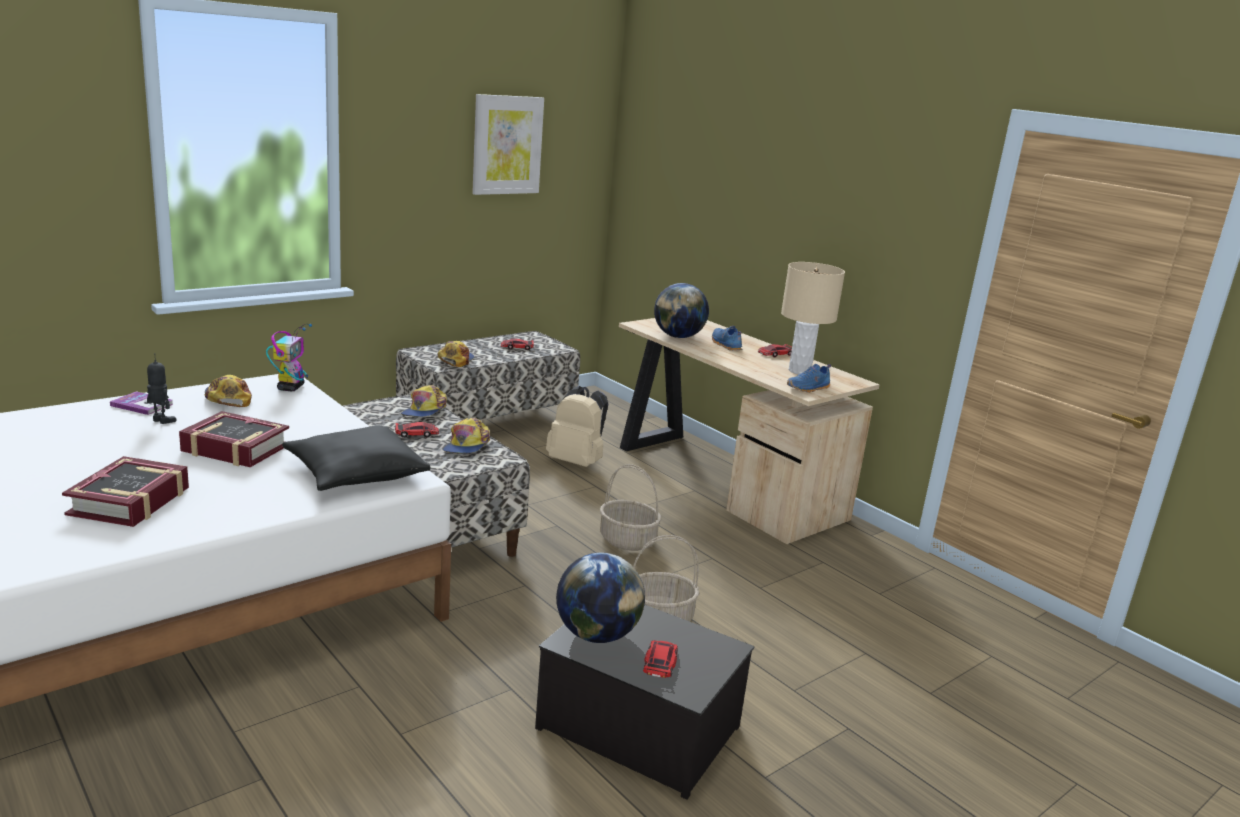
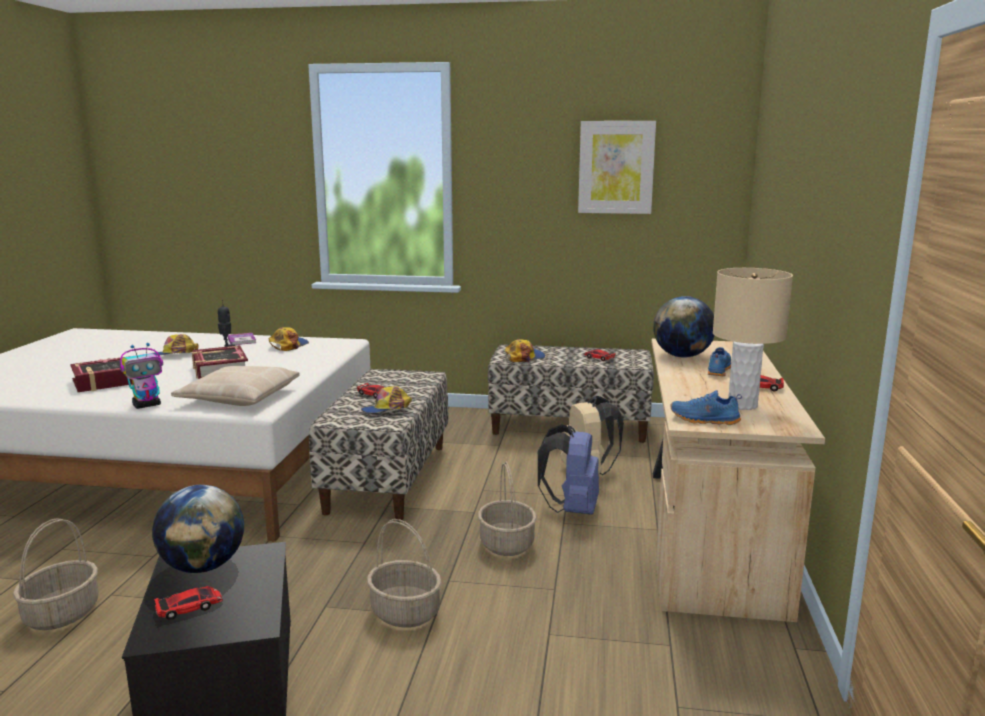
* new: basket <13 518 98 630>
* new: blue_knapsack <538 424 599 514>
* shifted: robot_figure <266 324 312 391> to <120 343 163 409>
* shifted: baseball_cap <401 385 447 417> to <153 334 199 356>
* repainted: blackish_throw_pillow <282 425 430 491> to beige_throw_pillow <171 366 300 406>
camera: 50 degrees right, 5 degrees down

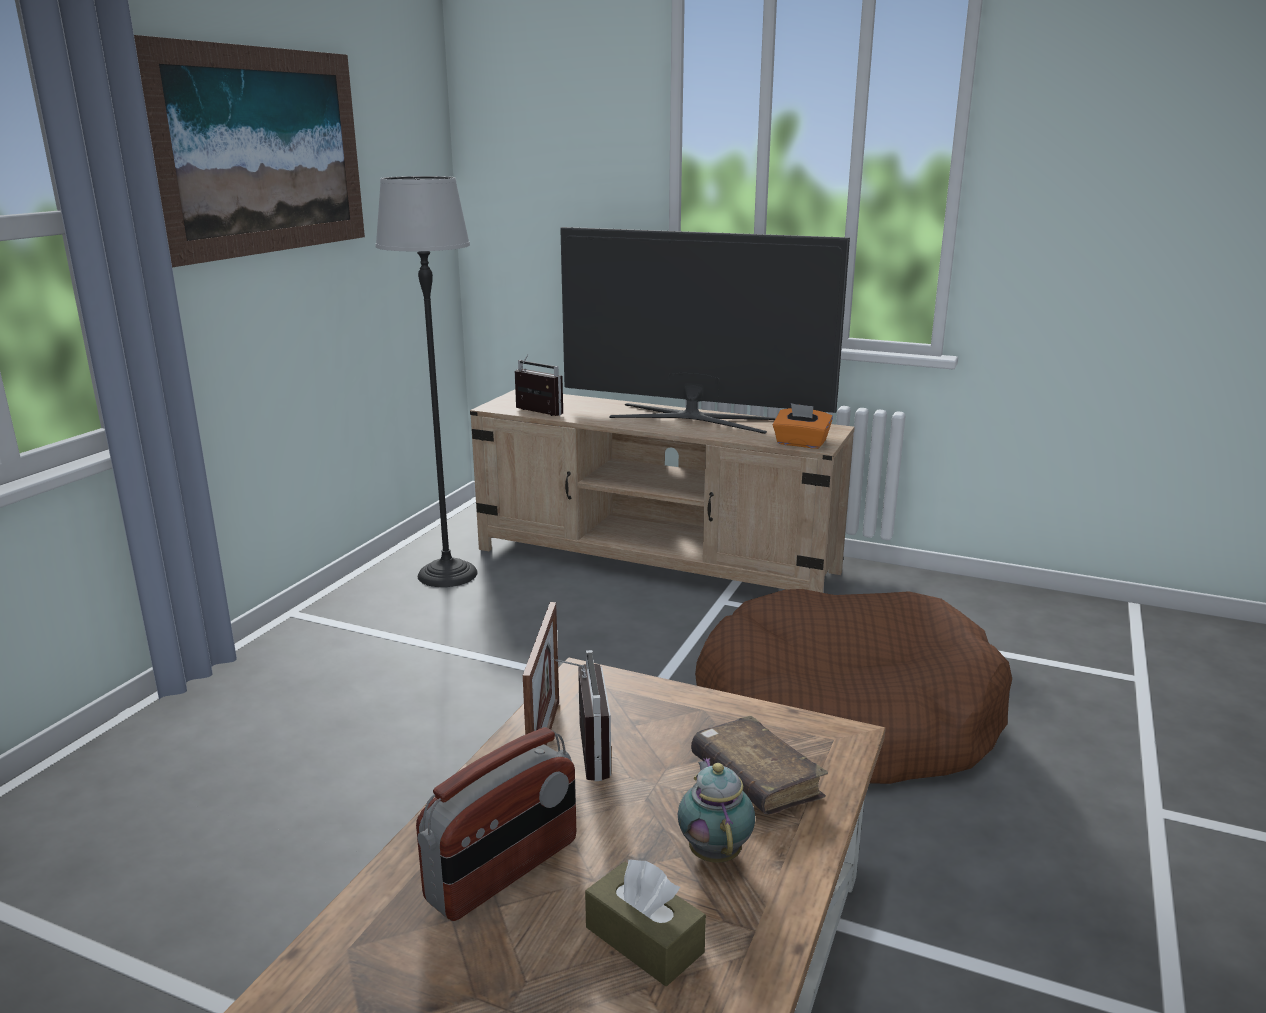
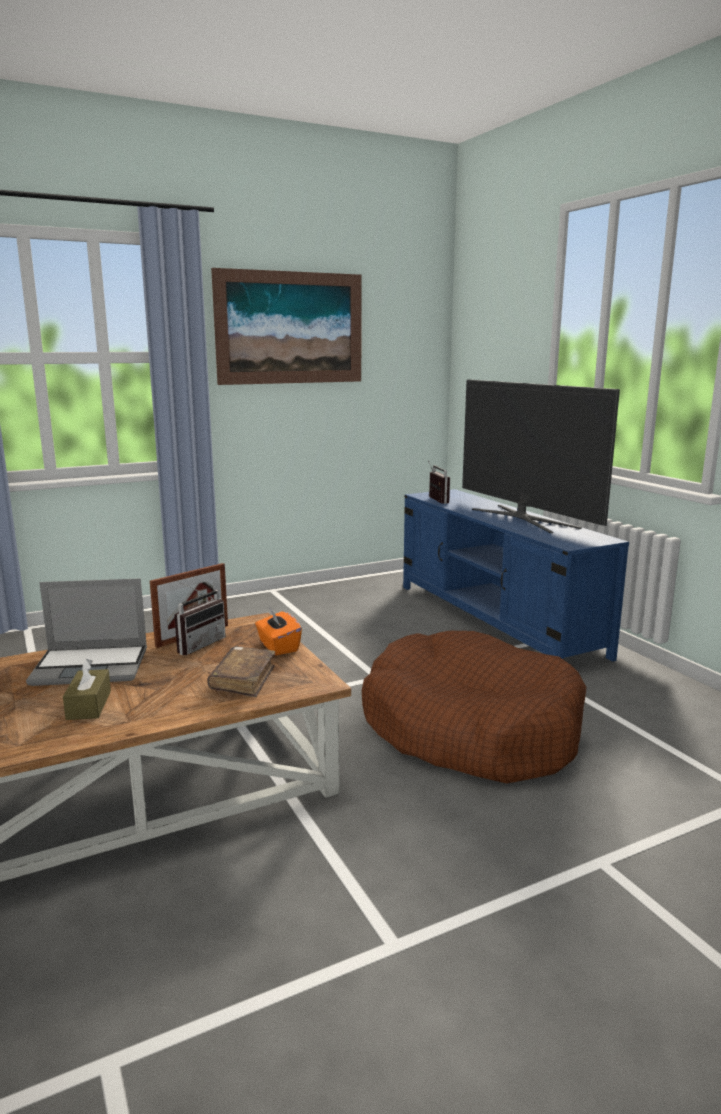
* gone: floor_lamp <376 176 478 587>
* gone: pot_for_tea <678 757 755 863>
* shifted: orange_tissue_holder <773 403 833 449> to <255 607 302 655>
* swapped: radio_receiver <416 727 576 921> to laptop <26 578 147 686>
* repainted: beige_tv_unit <470 390 855 593> to blue_tv_unit <403 489 629 661>
camera: 40 degrees right, 5 degrees down

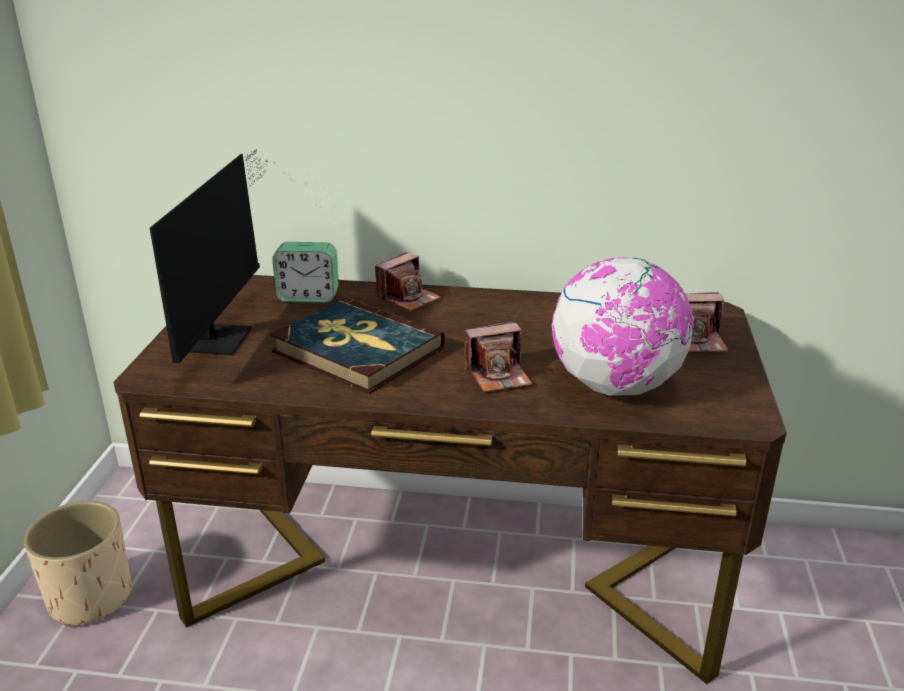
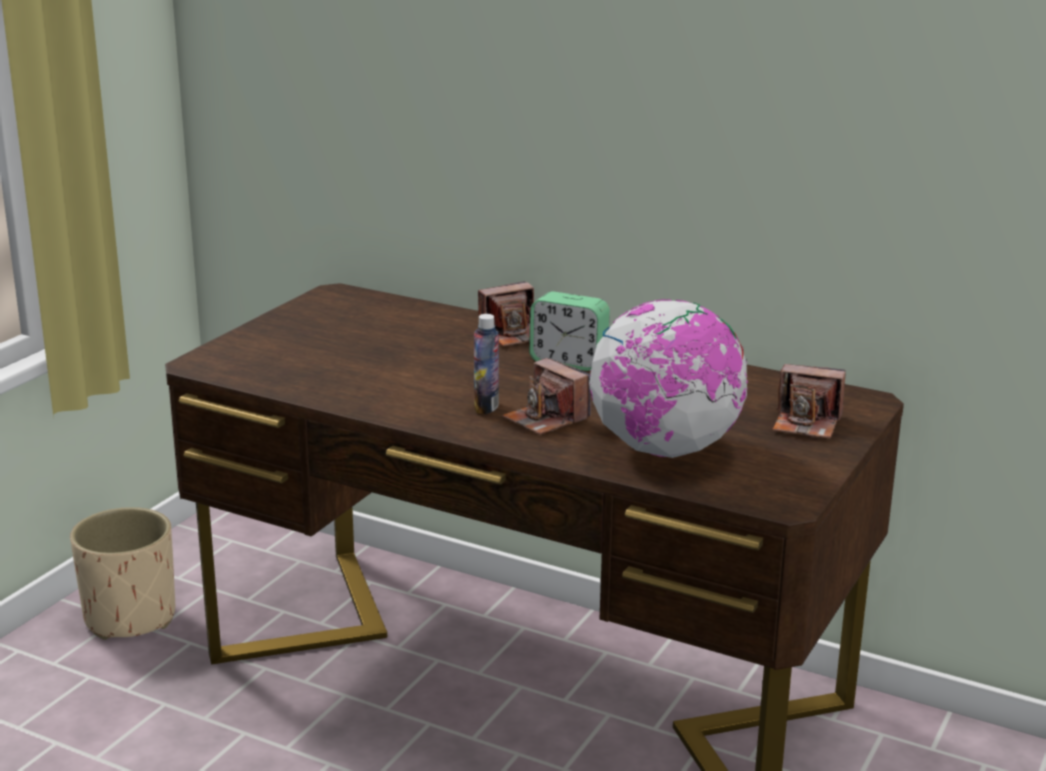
* gone: monitor <150 149 267 363>
* gone: book <270 297 445 394>
* new: bottle <474 314 499 414>
* shifted: alarm_clock <272 242 339 303> to <529 291 610 371>
* rotated: photo_camera <464 321 532 392> = <502 358 591 435> 45 degrees clockwise
camera: 20 degrees right, 5 degrees down

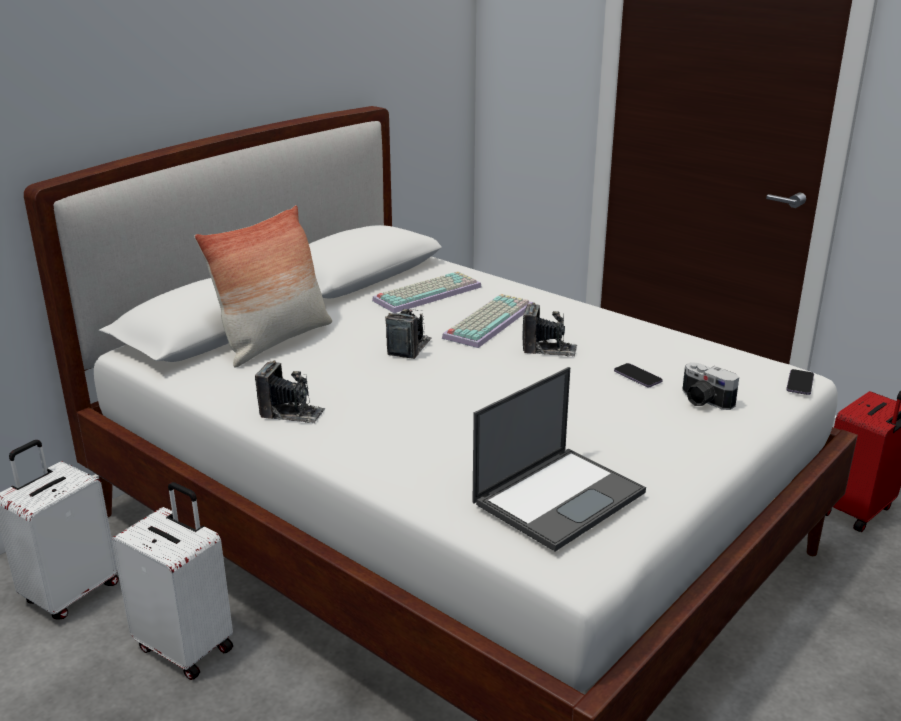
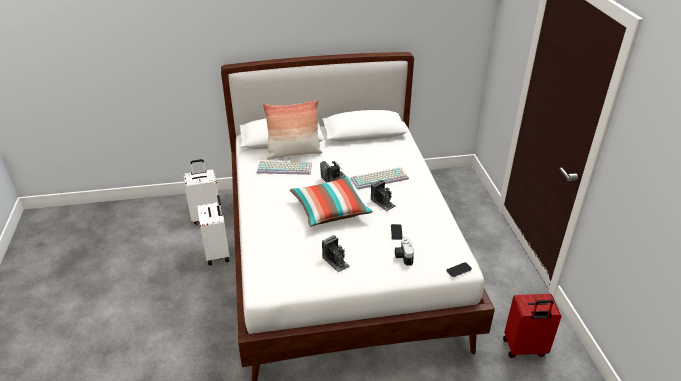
* gone: laptop <473 367 646 551>
* new: throw_pillow <290 176 373 227>
* shifted: photo_camera <255 360 325 424> to <322 235 350 273>
* shifted: PC_keyboard <372 271 482 313> to <257 161 312 175>
camera: 40 degrees right, 10 degrees up

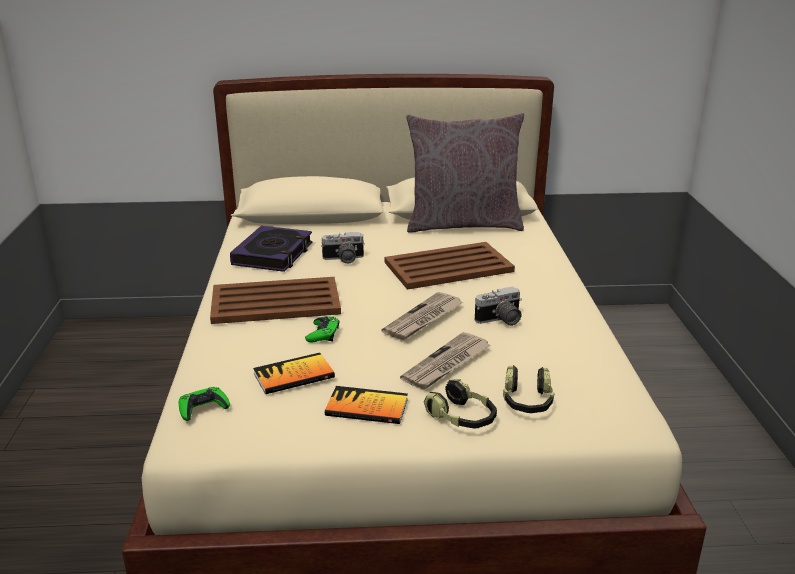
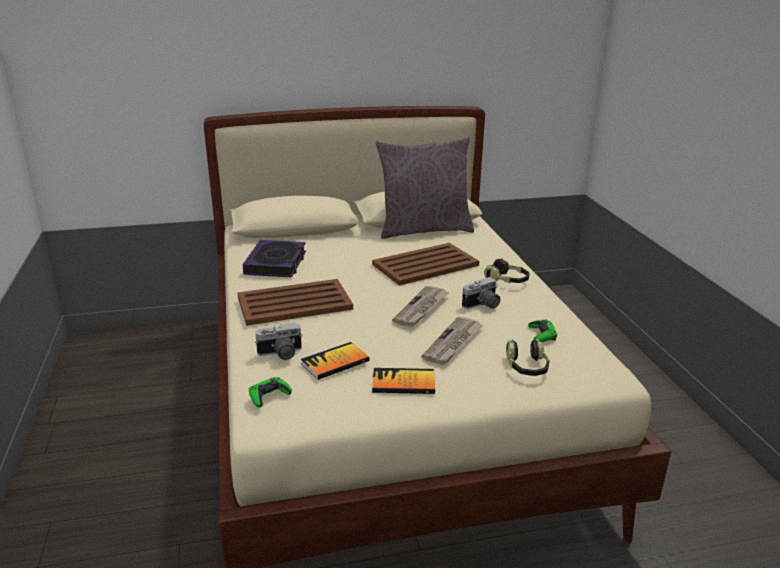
* shifted: green_gamepad <305 316 339 342> to <528 320 557 342>
* shifted: photo_camera <321 232 365 264> to <255 323 303 360>
* shifted: headset <423 379 497 428> to <484 258 530 283>
camera: 10 degrees left, 0 degrees up

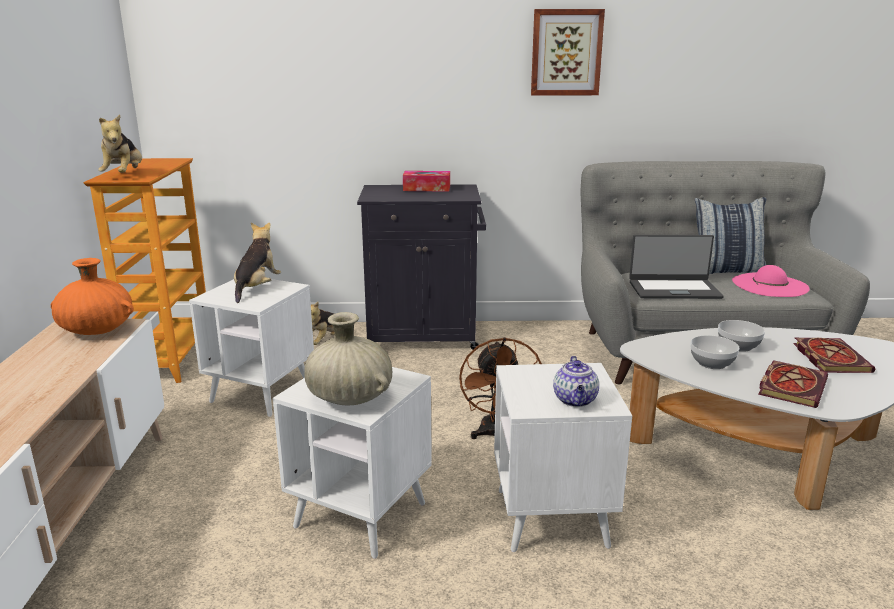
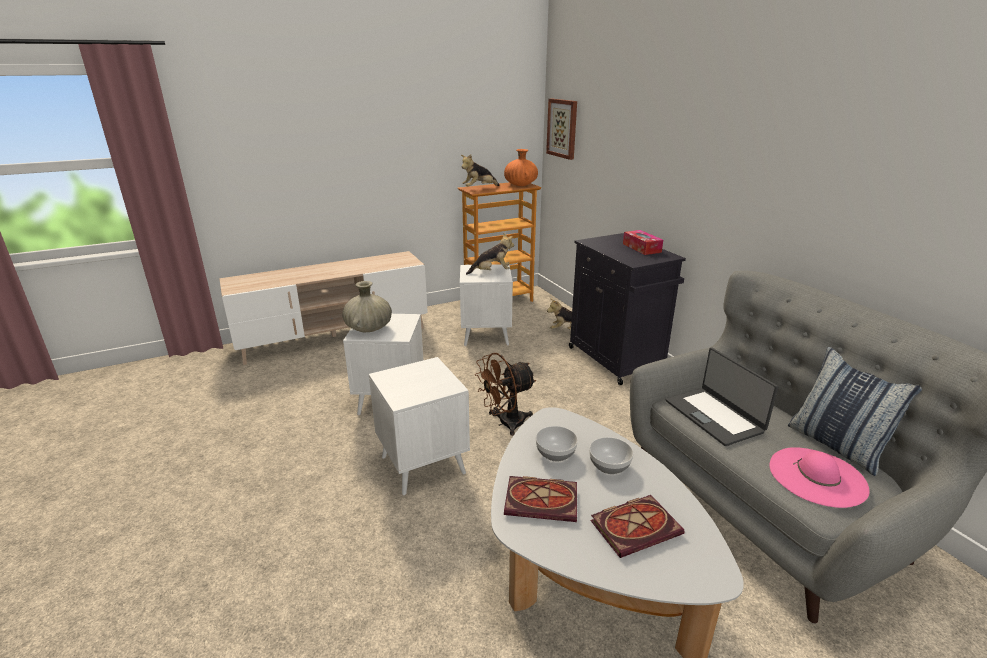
* gone: pot_for_tea <553 356 599 407>
* shifted: orange_flower_vase <51 258 134 335> to <504 149 538 186>
* shifted: picture <531 9 605 95> to <546 99 577 160>
camera: 65 degrees right, 5 degrees up

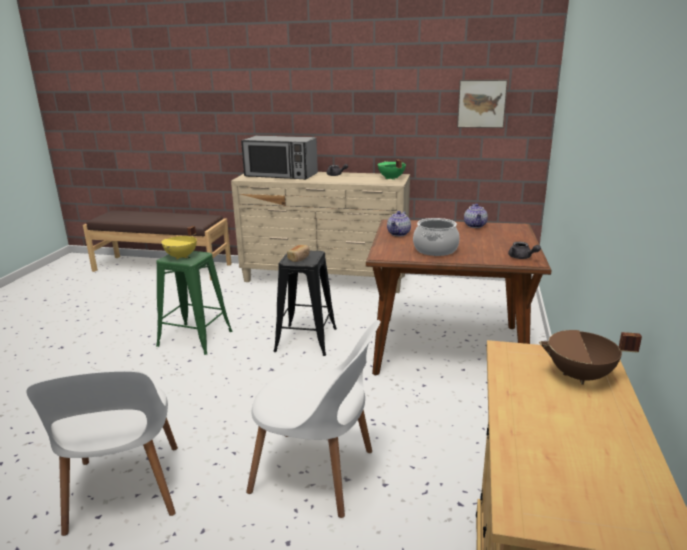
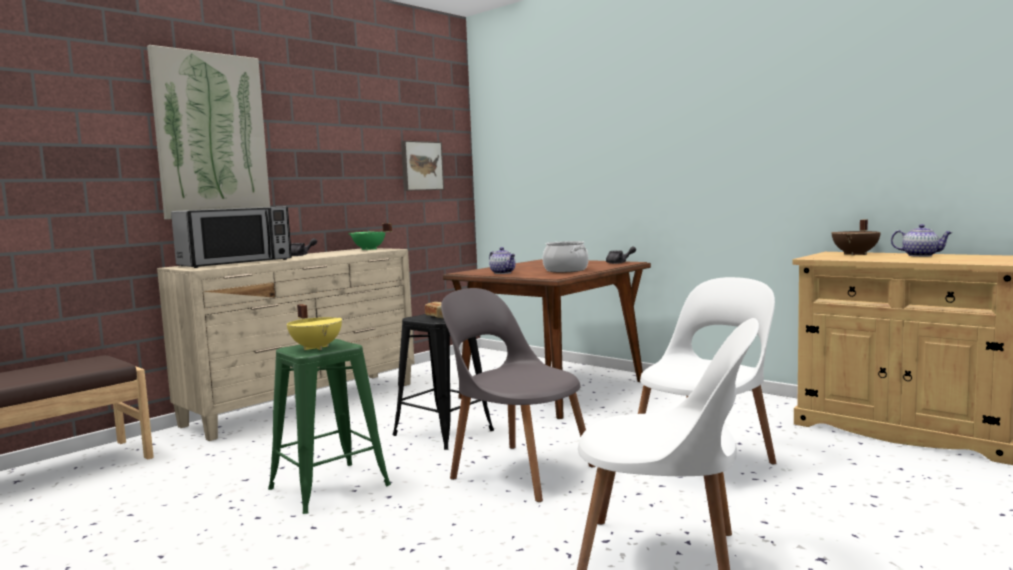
* new: picture <147 45 270 220>
* new: gray_plain_chair <441 288 595 502>
* shifted: pot_for_tea <464 204 488 228> to <891 224 953 257>
camera: 60 degrees left, 15 degrees down

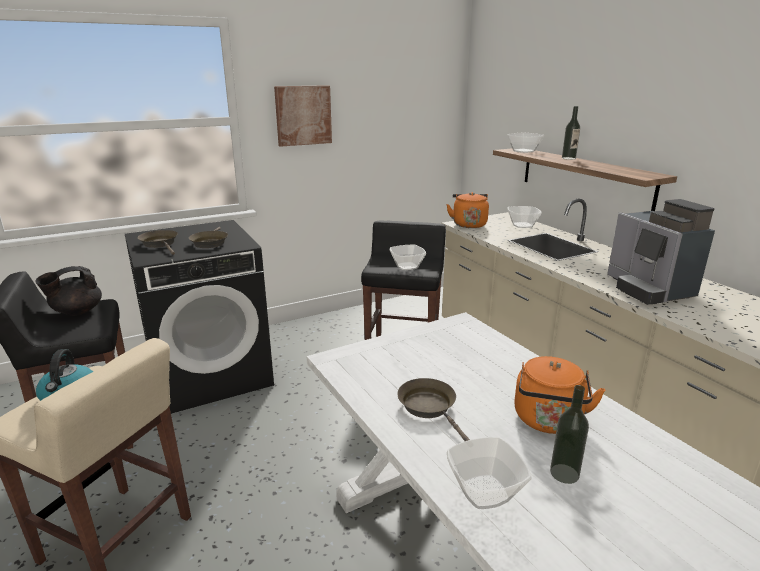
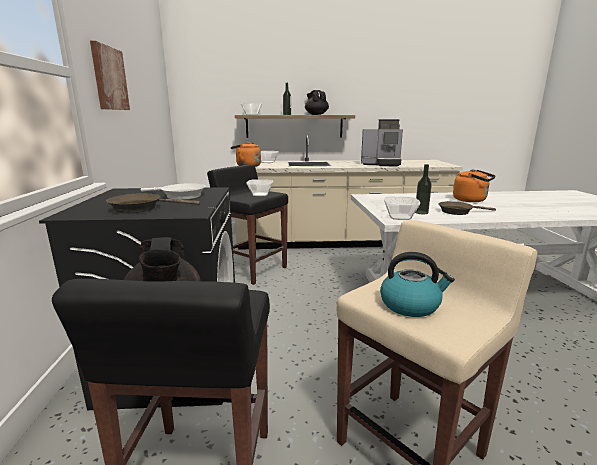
* new: blackish_pot_for_tea <305 90 329 115>
* shifted: serving_bowl <447 437 531 509> to <384 197 420 220>
* shifted: bottle <550 385 589 484> to <415 164 432 214>
* repainted: brownish_skillet <189 227 228 248> to white-coloured_skillet <141 183 205 200>
camera: 65 degrees left, 5 degrees down

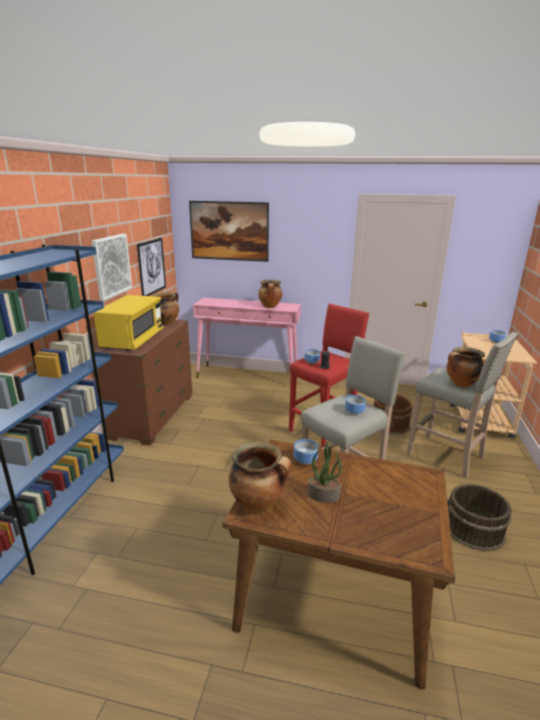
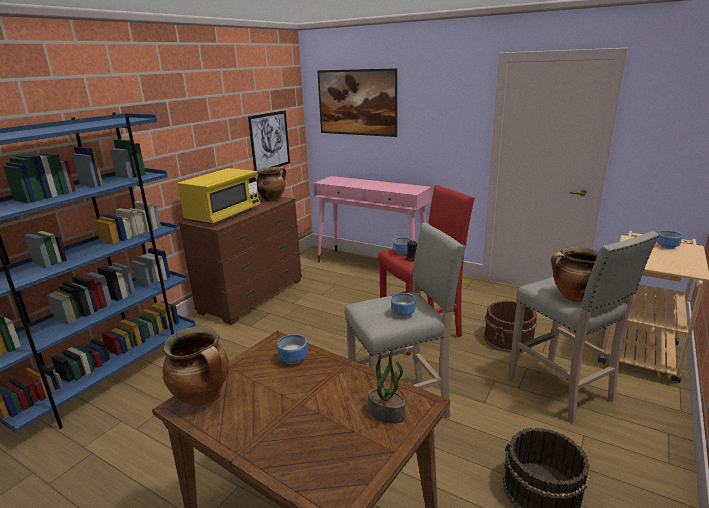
* gone: picture <92 234 132 300>
* gone: stockpot <258 280 282 308>
* shifted: potted_plant <308 441 342 503> to <368 347 405 424>
camera: 20 degrees right, 0 degrees up

